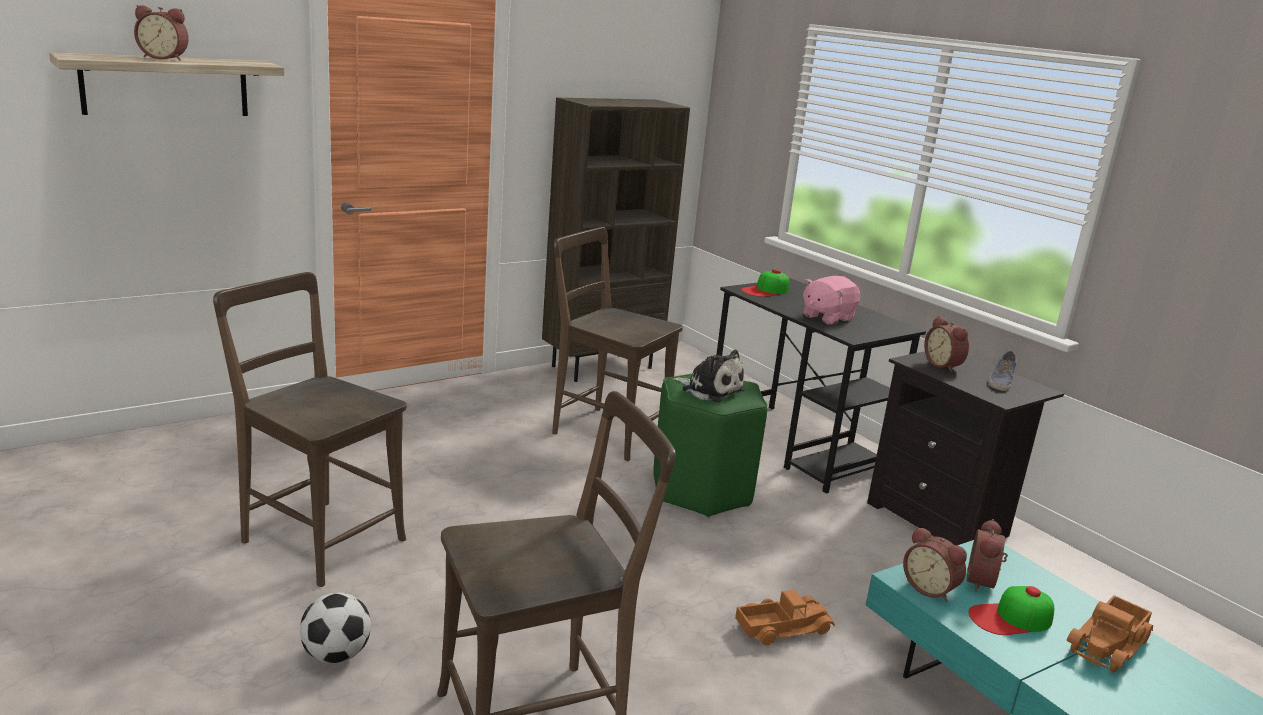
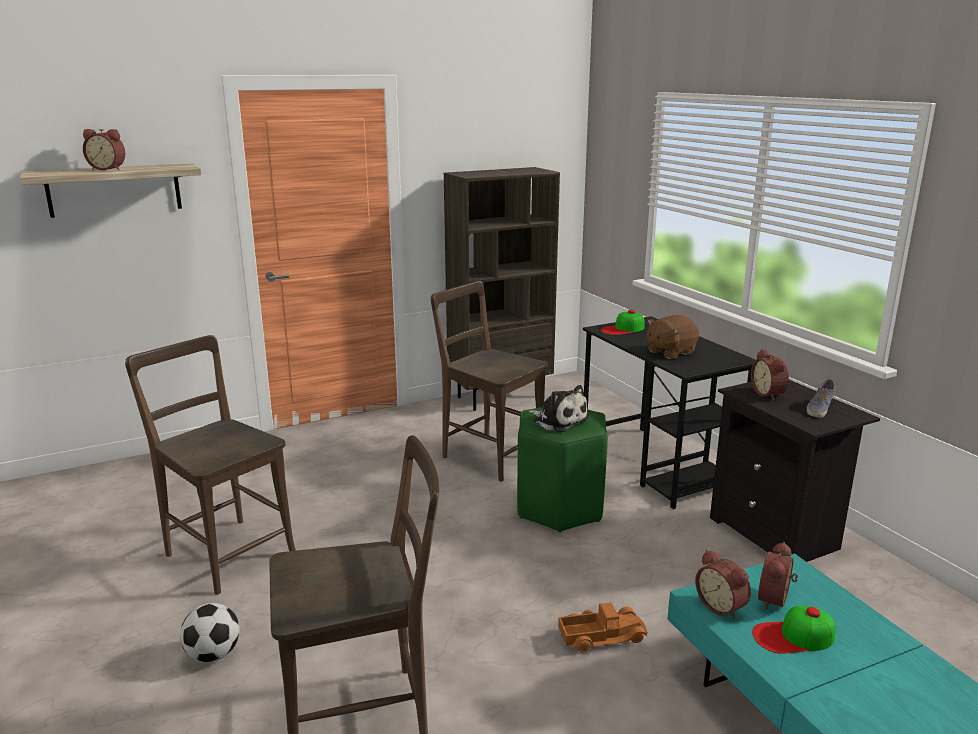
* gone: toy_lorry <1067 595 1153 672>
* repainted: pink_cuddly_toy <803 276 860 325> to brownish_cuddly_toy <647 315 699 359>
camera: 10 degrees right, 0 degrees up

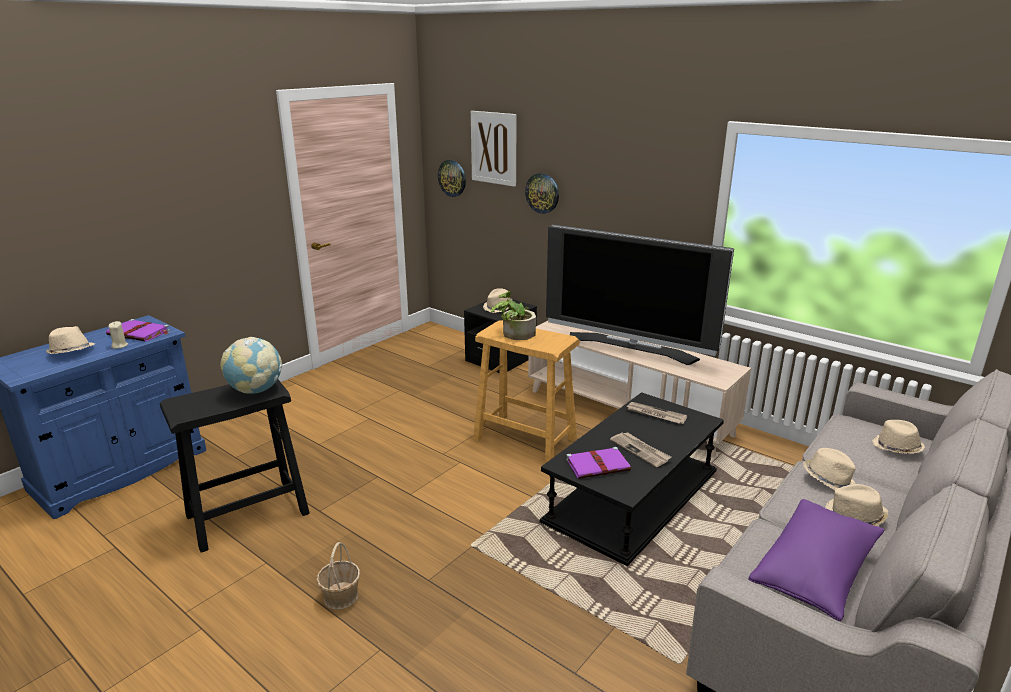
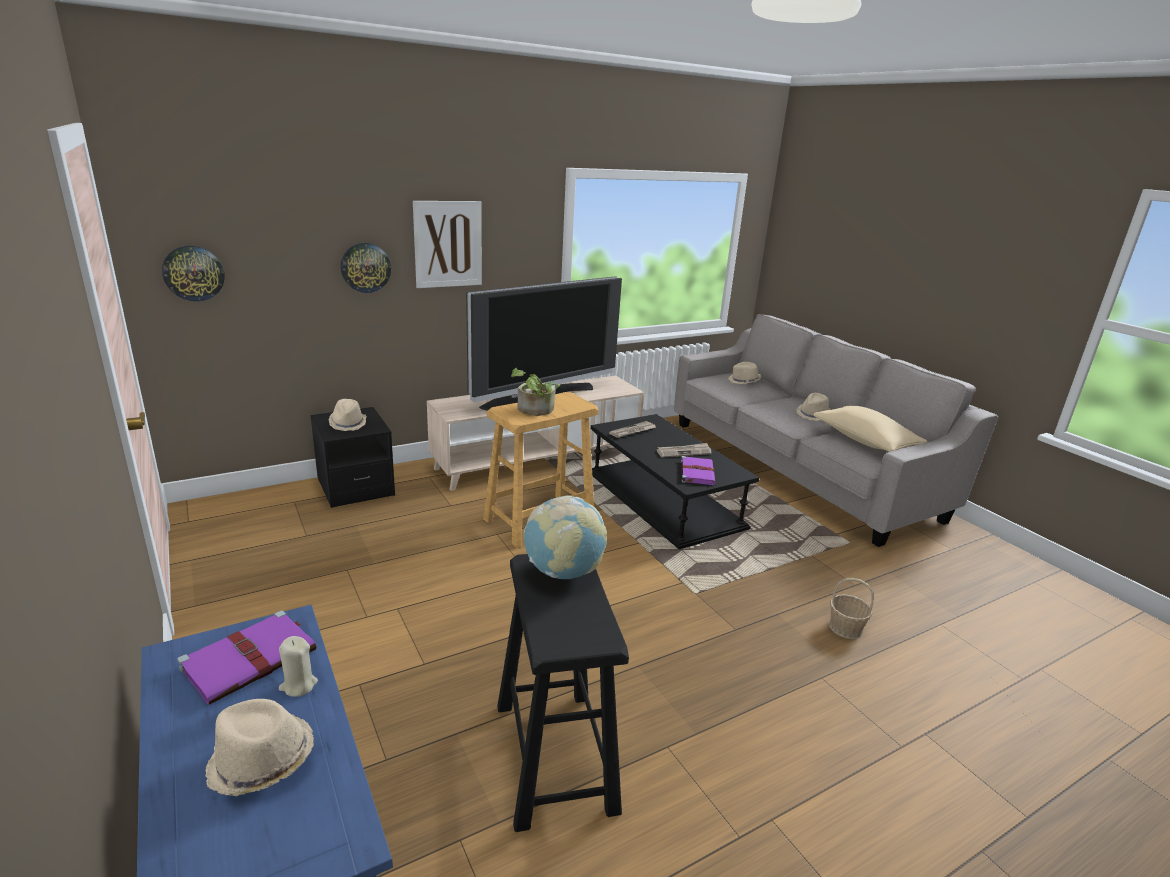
* gone: beige_wearable_hat <803 448 856 490>
* shifted: basket <316 542 360 610> to <829 578 874 639>
* shifted: picture <471 111 517 187> to <413 201 482 288>
* repainted: purple-coloured_throw_pillow <748 499 885 621> to beige_throw_pillow <813 406 927 452>
camera: 70 degrees left, 0 degrees up

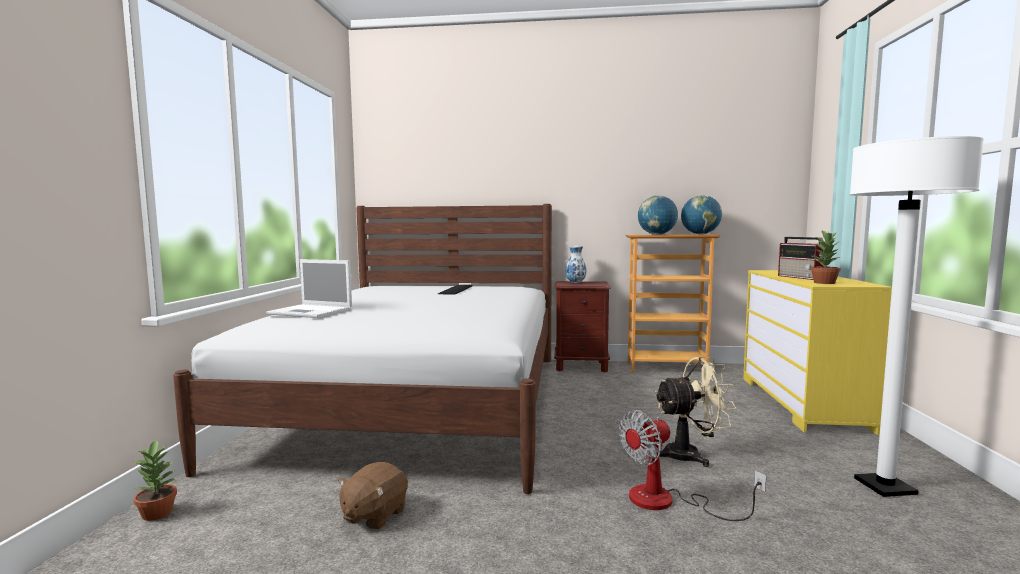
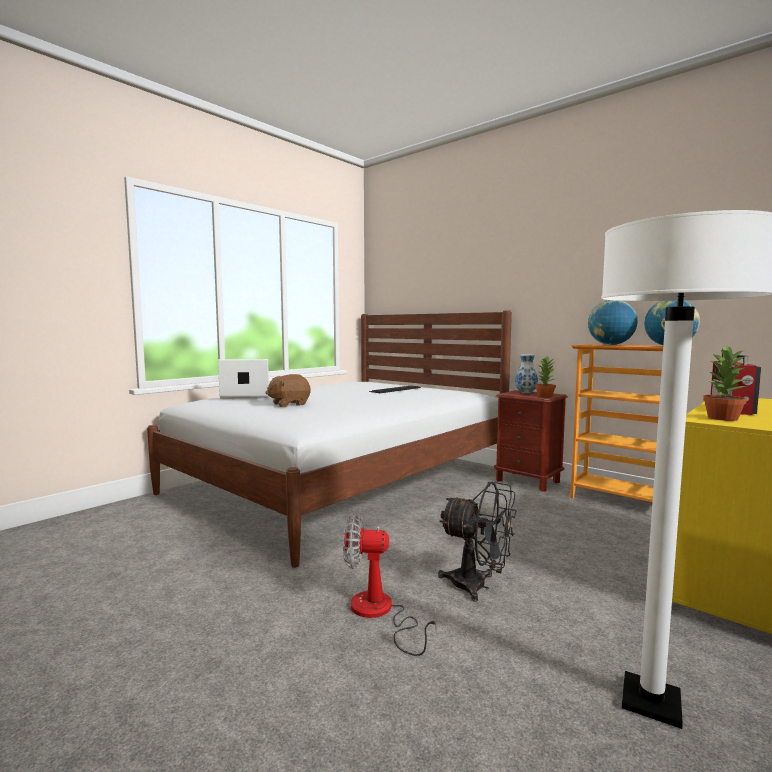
* shifted: potted_plant <133 439 177 521> to <535 356 557 398>
* shifted: brownish_cuddly_toy <338 462 408 531> to <265 374 311 407>
* repainted: beige_electric_fan <655 357 737 467> to blackish_electric_fan <438 482 516 602>
* rotated: laptop <266 259 352 318> = <218 359 270 399> 120 degrees clockwise
camera: 35 degrees right, 0 degrees up

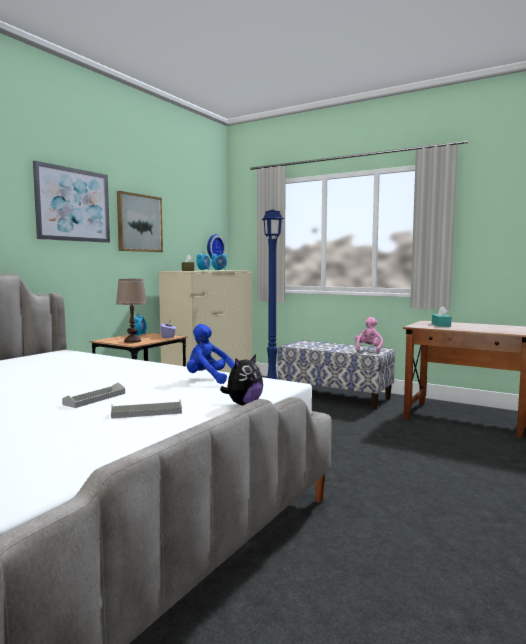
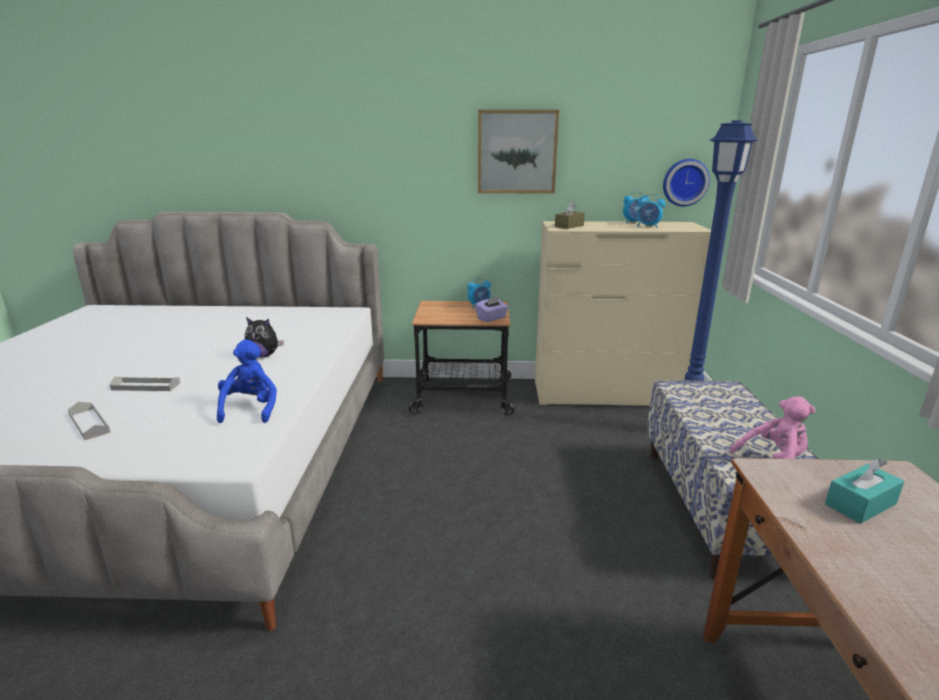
* gone: picture <33 161 110 243>
* gone: brownish_table_lamp <116 279 147 343>
* shifted: cuddly_toy <220 355 263 405> to <245 317 284 357>
camera: 60 degrees right, 15 degrees up

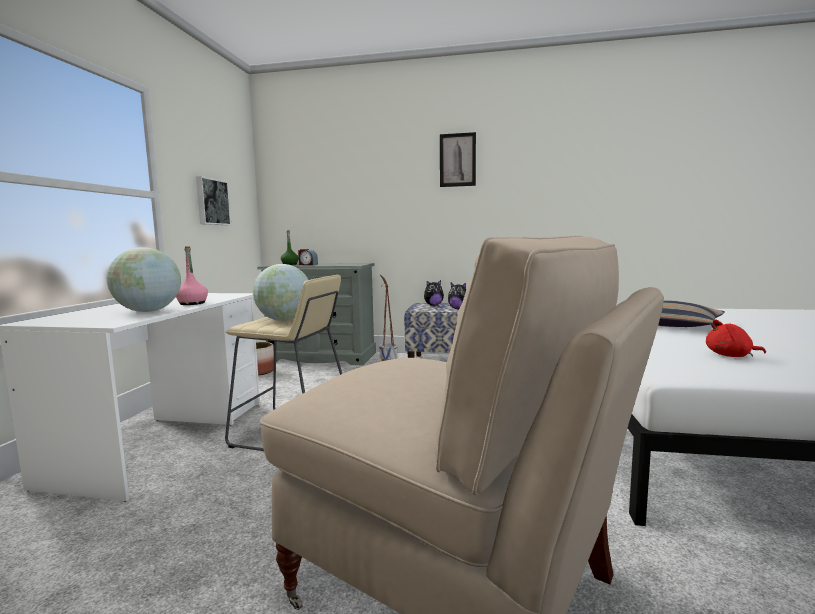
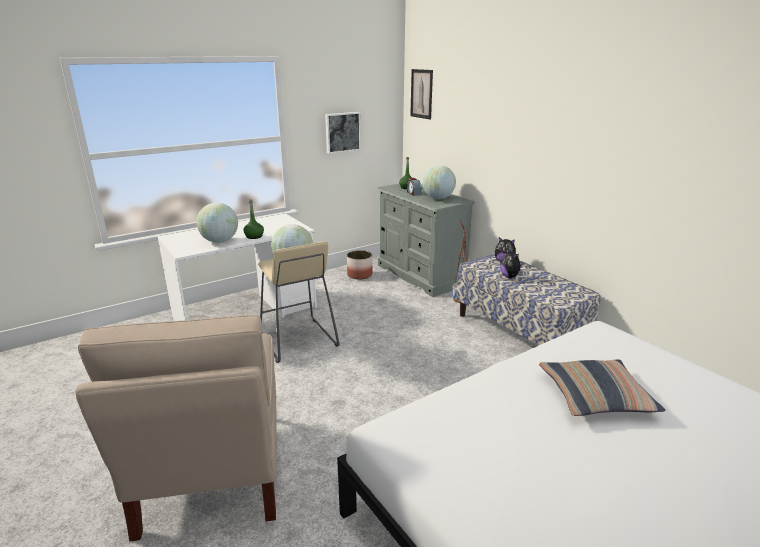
* gone: red-coloured_cuddly_toy <706 319 766 357>
* new: desk_globe <422 165 456 199>
* shifted: picture <440 132 476 187> to <410 69 433 119>
* repainted: pink_bottle <176 246 208 305> to green_bottle <243 199 264 239>
camera: 45 degrees right, 15 degrees up

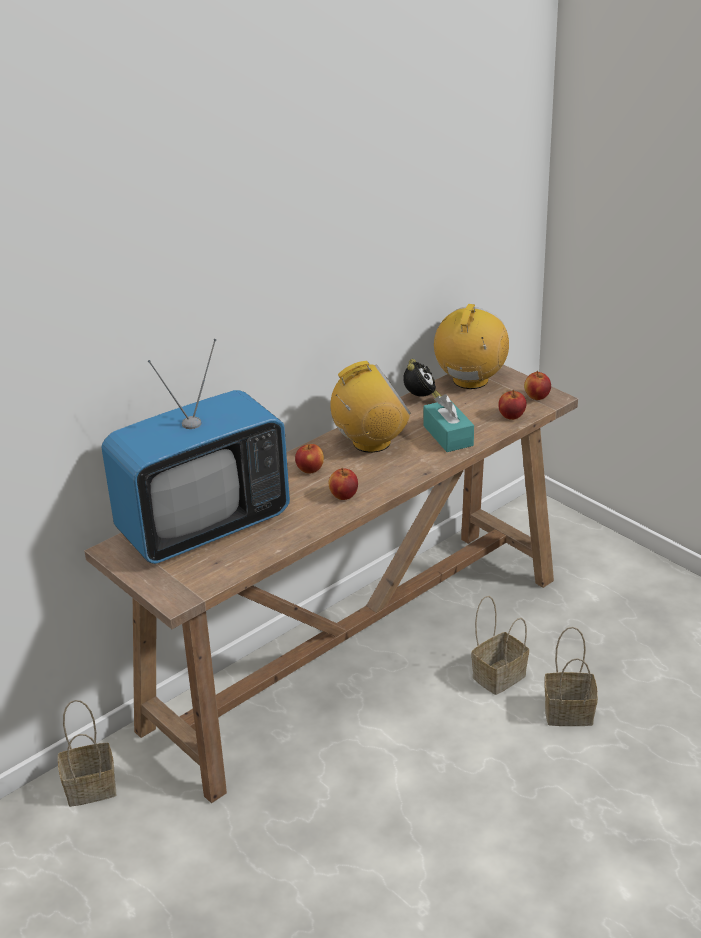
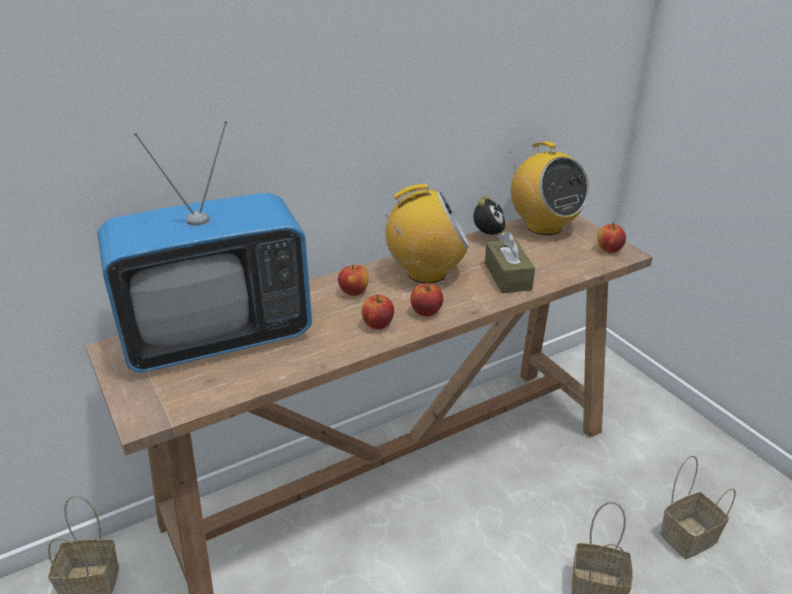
* shifted: basket <471 596 529 695> to <660 456 736 559>
* shifted: whole_apple <498 390 526 420> to <411 282 443 317>
* repainted: blue-green_tissue_holder <423 394 474 452> to brownish_tissue_holder <485 231 535 293>
* rotated: radio_receiver <434 304 509 389> = <510 141 589 235> 120 degrees clockwise
camera: 10 degrees right, 0 degrees up

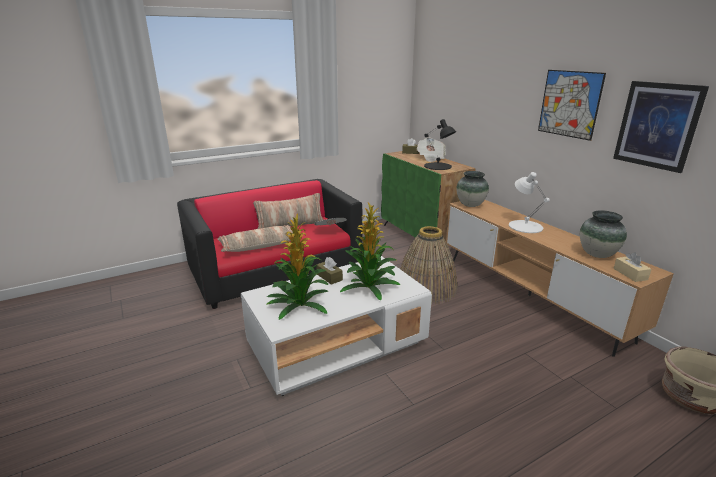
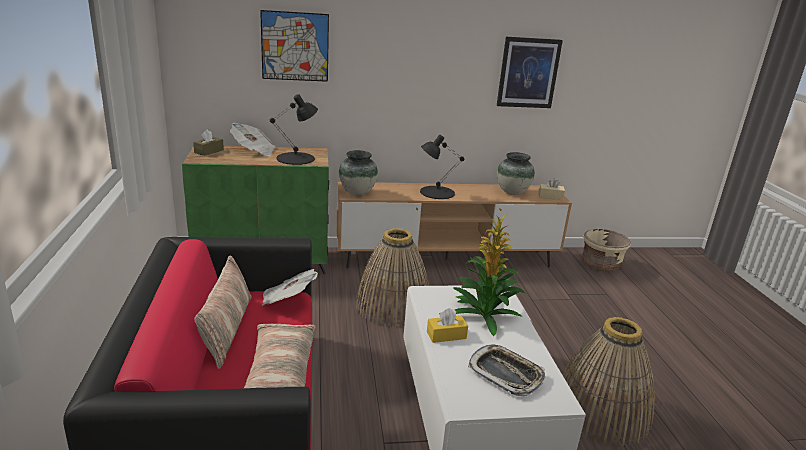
* new: basket <562 317 655 447>
* shifted: picture <538 70 606 141> to <260 10 329 82>
* swapped: potted_plant <267 213 328 320> to serving_tray <468 344 545 396>
* repainted: brownish_tissue_holder <316 257 343 285> to yellow_tissue_holder <427 308 468 343>
* repainted: white-coloured_table_lamp <509 172 550 233> to blackish_table_lamp <420 135 464 199>
camera: 70 degrees left, 0 degrees up

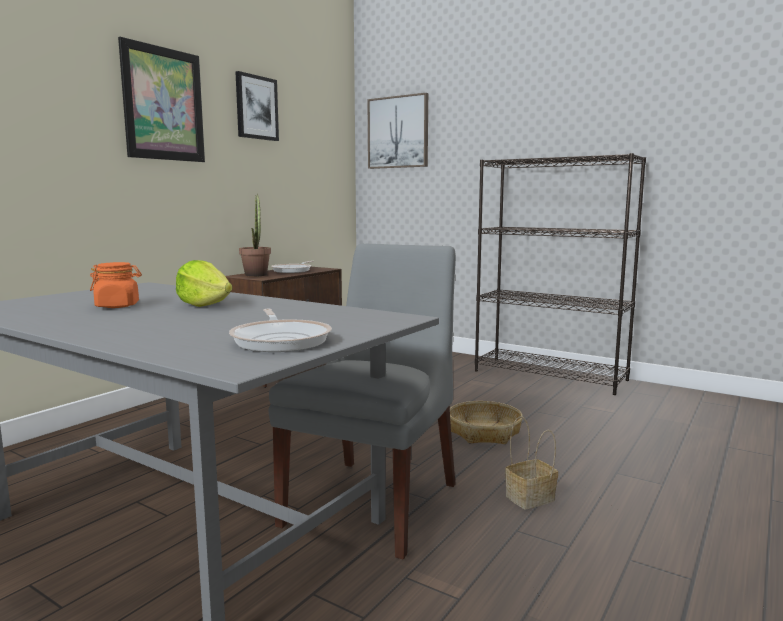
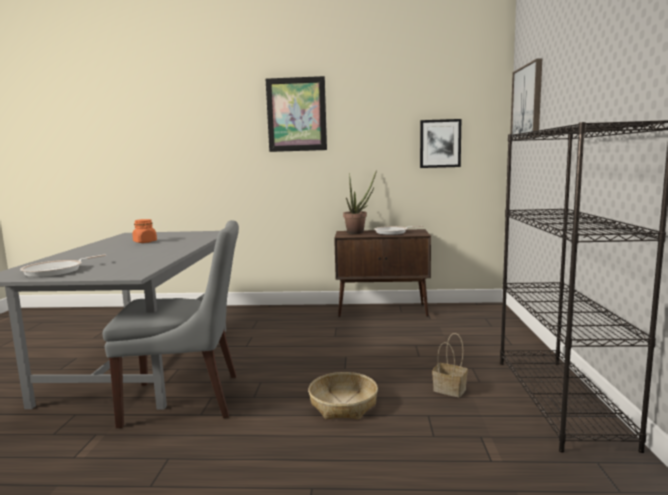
* gone: lettuce_head <176 260 232 307>
* shifted: picture <236 71 279 141> to <420 119 461 168>
* shifted: basket <505 416 558 509> to <432 333 468 397>
camera: 60 degrees right, 0 degrees up

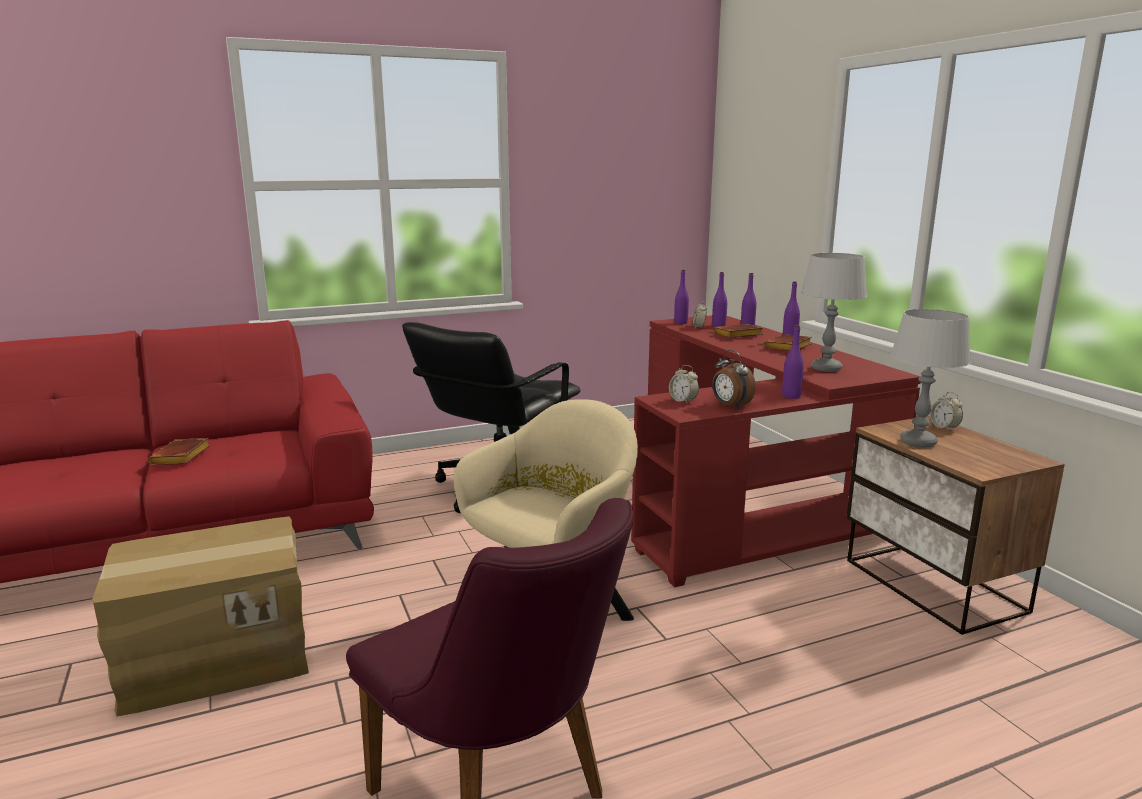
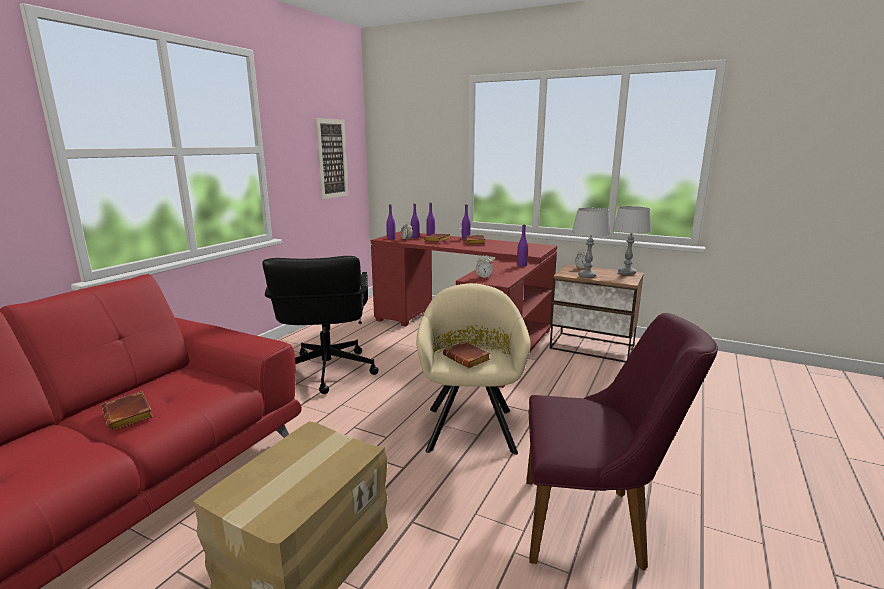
* gone: alarm_clock <712 350 756 410>
* new: picture <315 118 349 199>
* new: brownish_book <443 341 490 368>
* shifted: gray_table_lamp <801 253 867 372> to <613 206 651 275>
camera: 40 degrees left, 0 degrees up

